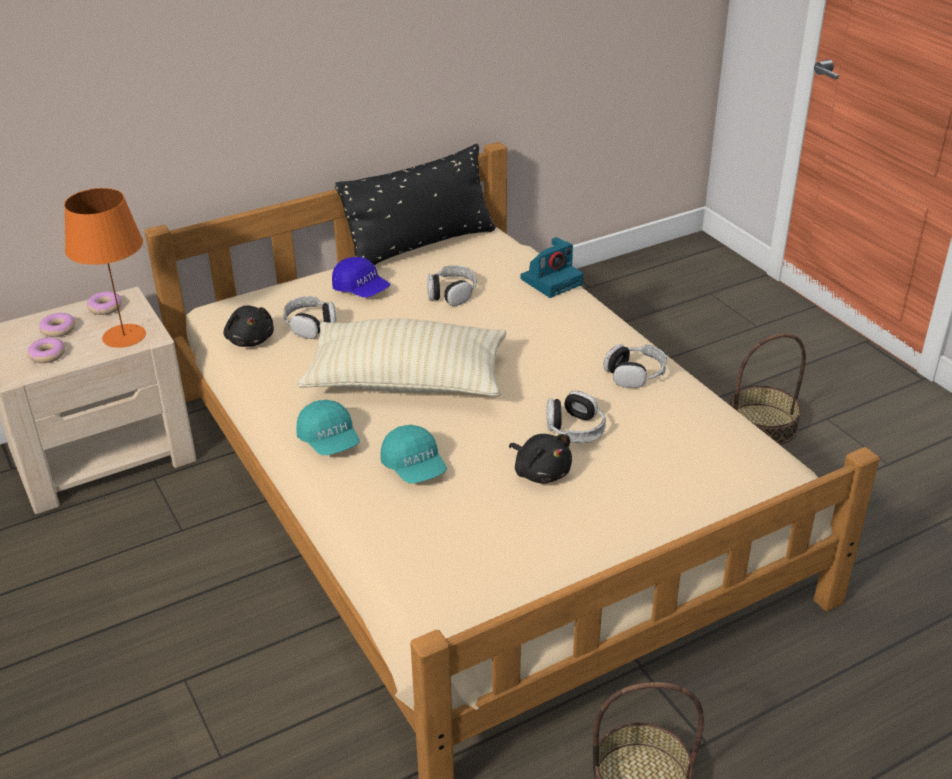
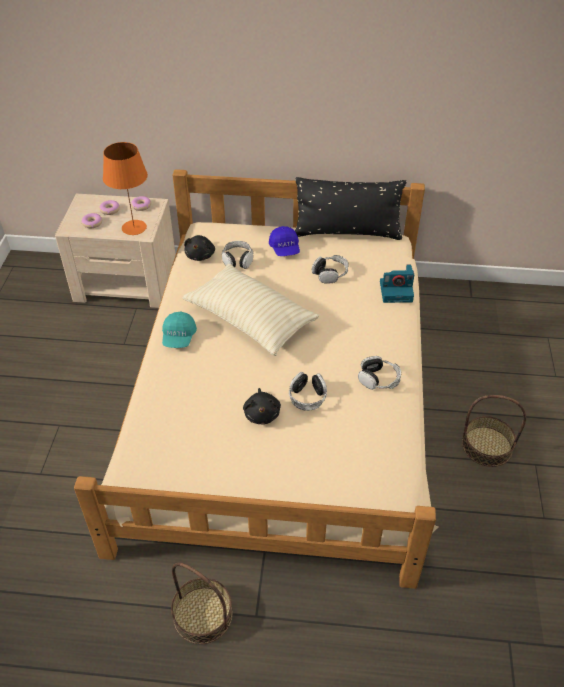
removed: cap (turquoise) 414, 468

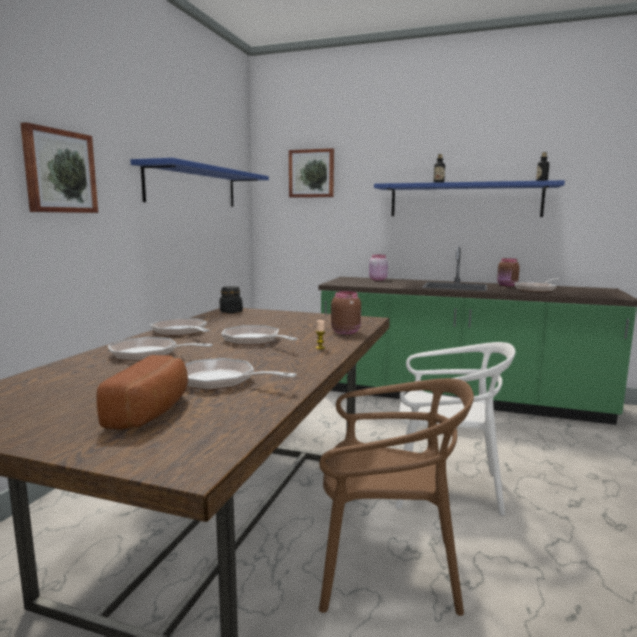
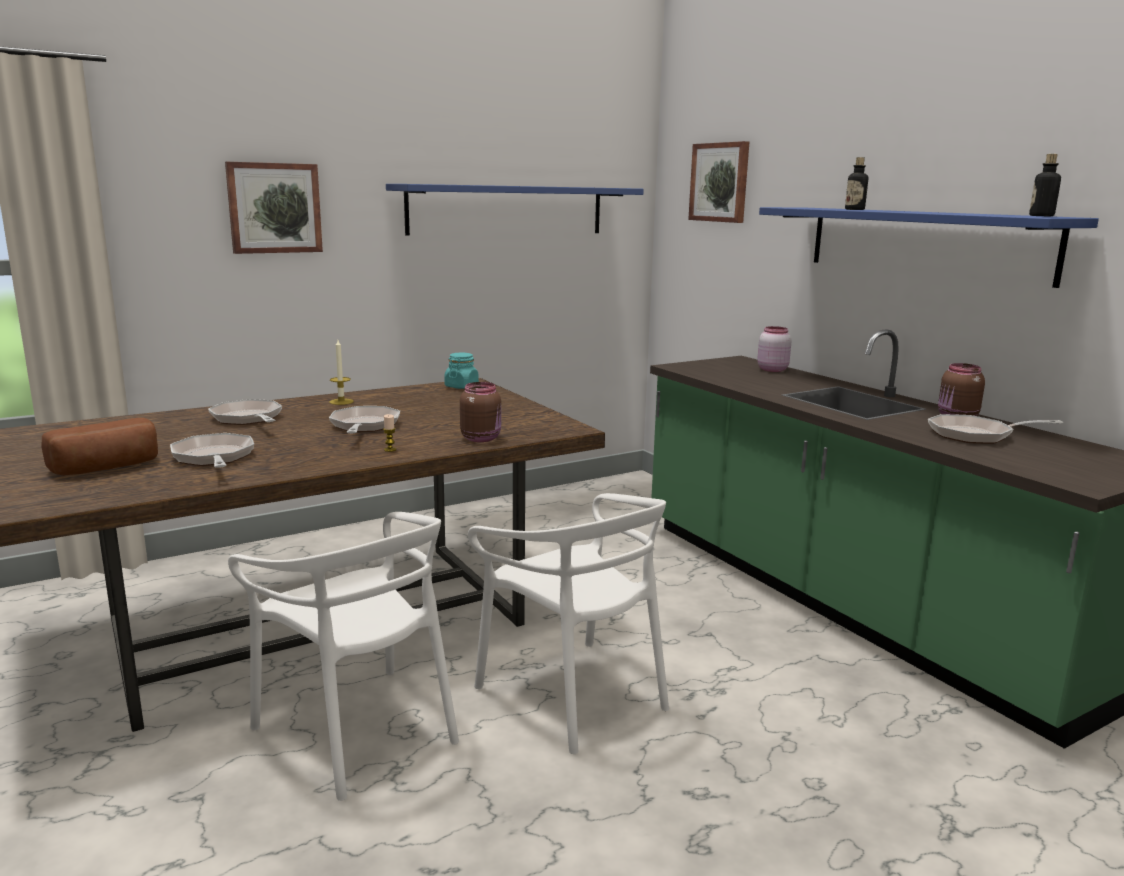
replaced: frying pan 181, 332 to candle 341, 402
recoloured: jar (black) 231, 312 to jar (turquoise) 461, 386; chair (brown) 387, 569 to chair (white) 359, 730

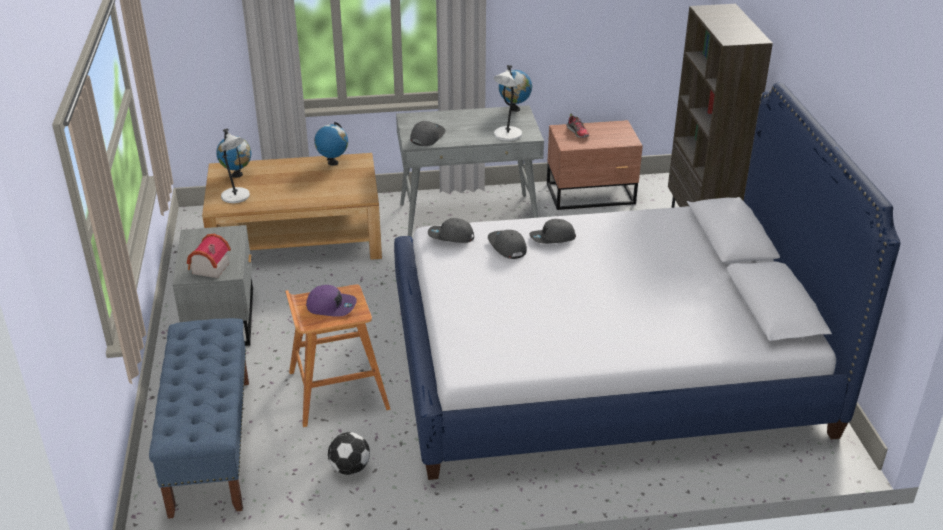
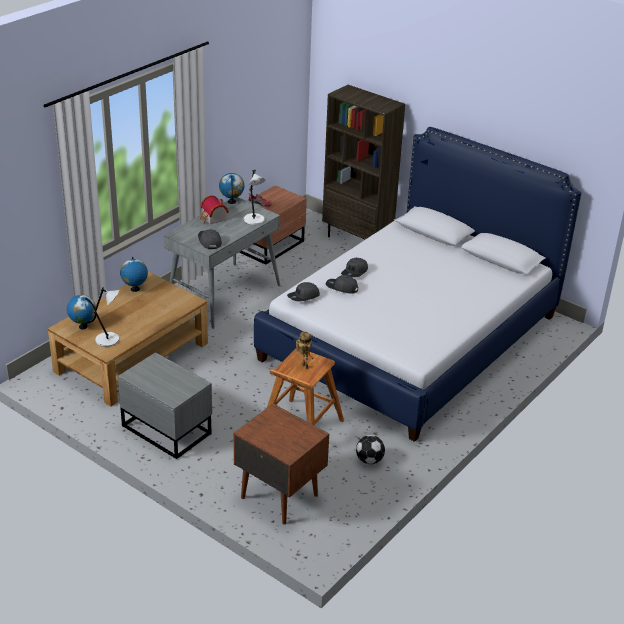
moved: toy house 208, 268 to 213, 219
replaced: bench (blue) 211, 444 to nightstand (brown) 279, 495; cap (purple) 331, 306 to toy robot 303, 366

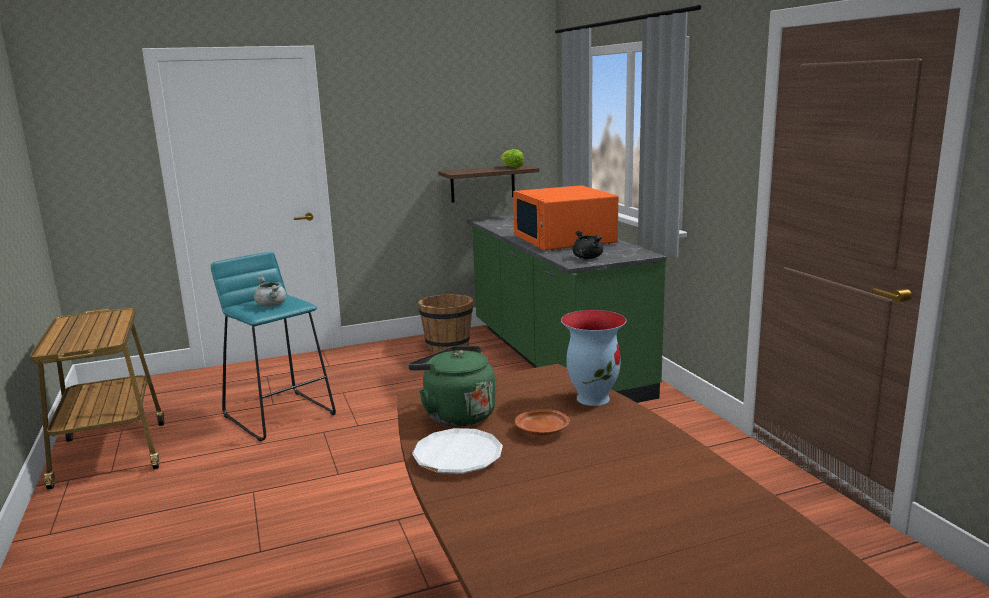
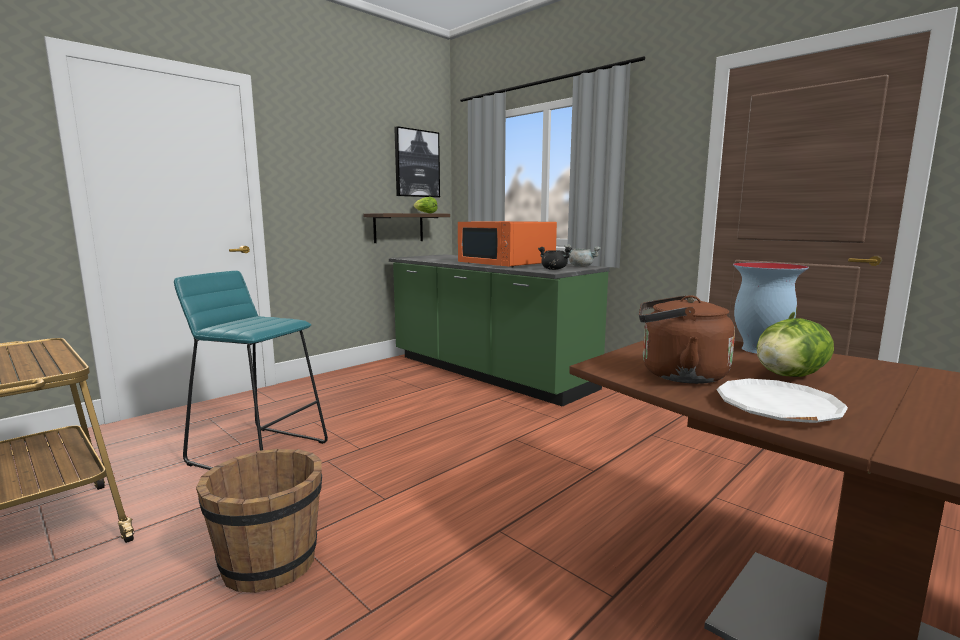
added: picture 416, 163
moved: cooking pot (grey) 272, 305 to 581, 266; bucket (brown) 448, 346 to 270, 562
replaced: plate (brown) 543, 431 to lettuce 788, 376
recoloured: kettle (green) 456, 414 to kettle (brown) 677, 375

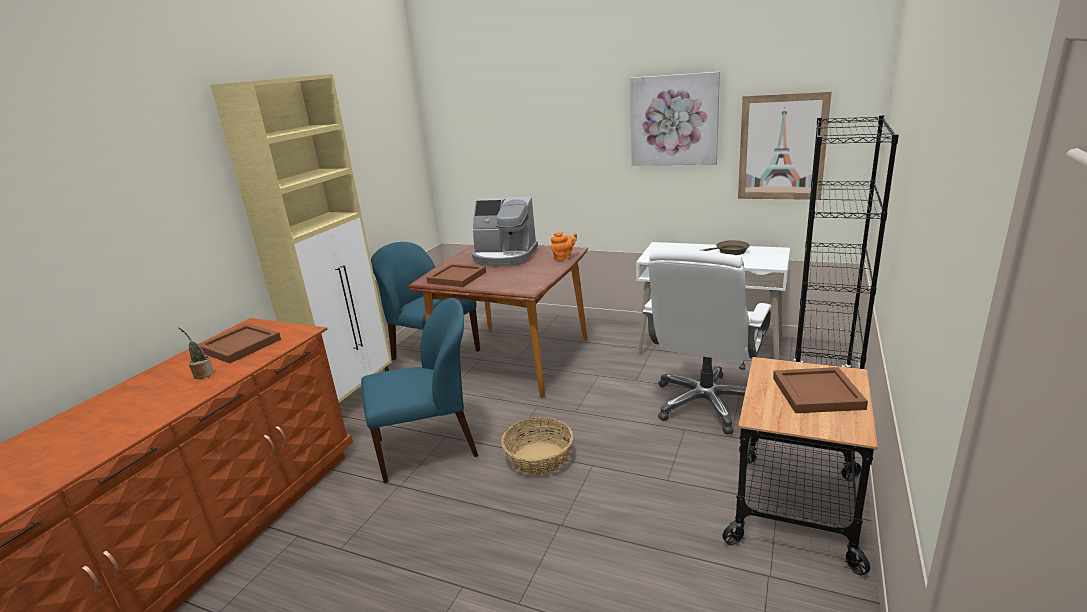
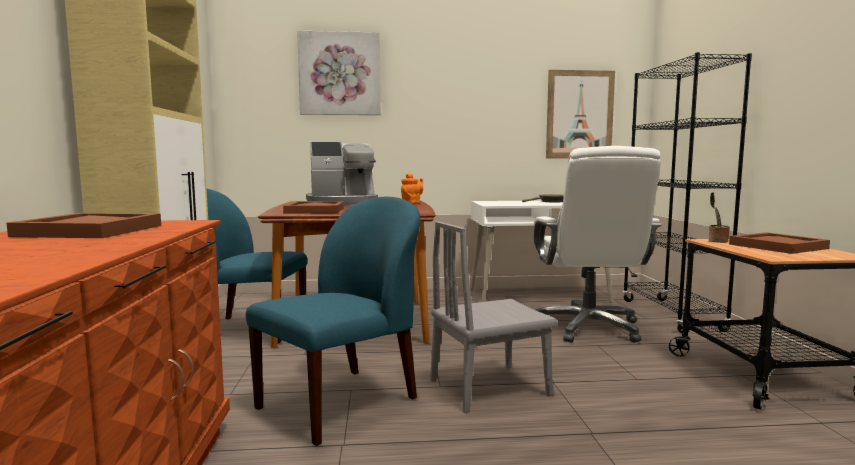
moved: potted plant 202, 374 to 717, 241; picture 674, 120 to 340, 74
replaced: basket 538, 458 to chair (grey) 489, 387

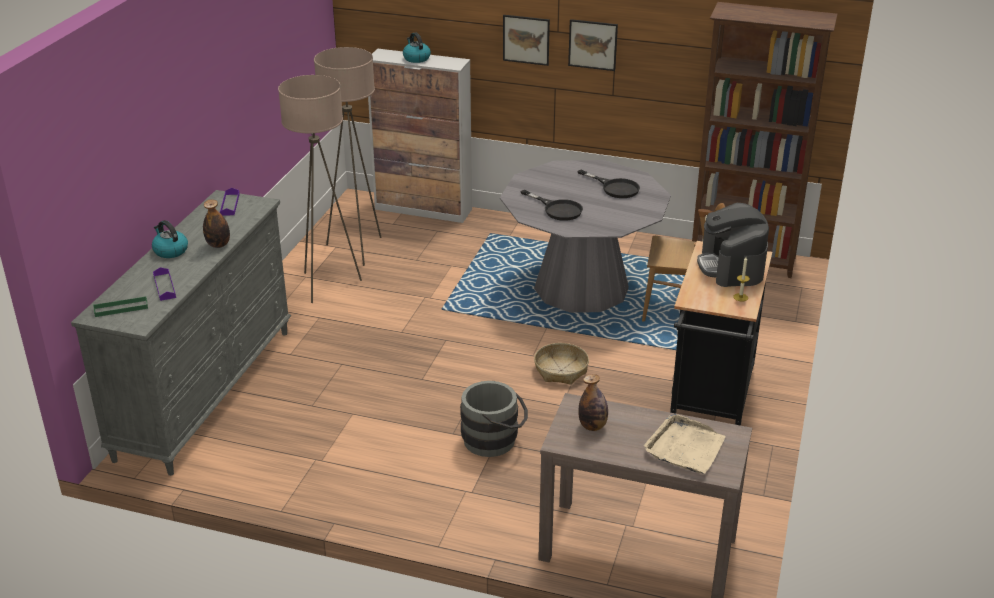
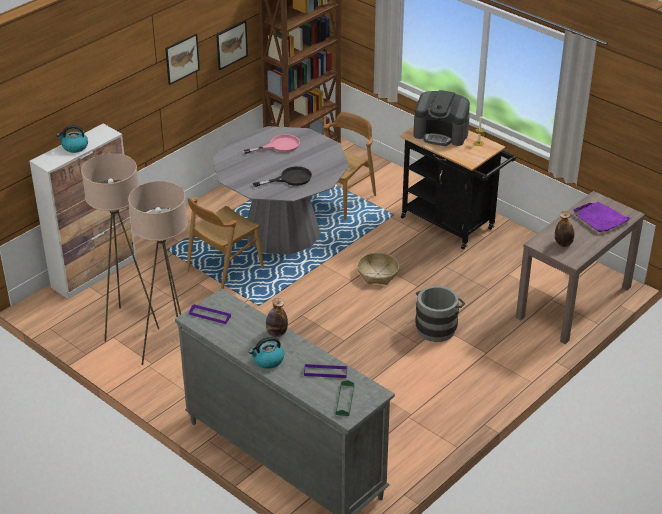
added: chair (brown) 224, 269
moved: picture 526, 39 to 231, 45
recoloured: frying pan (black) 615, 188 to frying pan (pink) 279, 146; tray (beige) 685, 447 to tray (purple) 600, 218

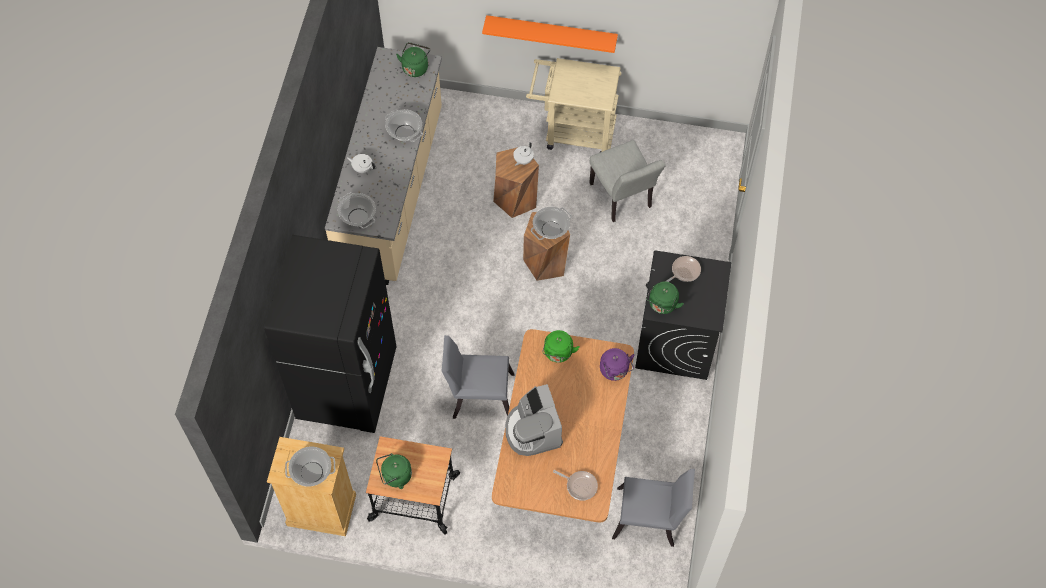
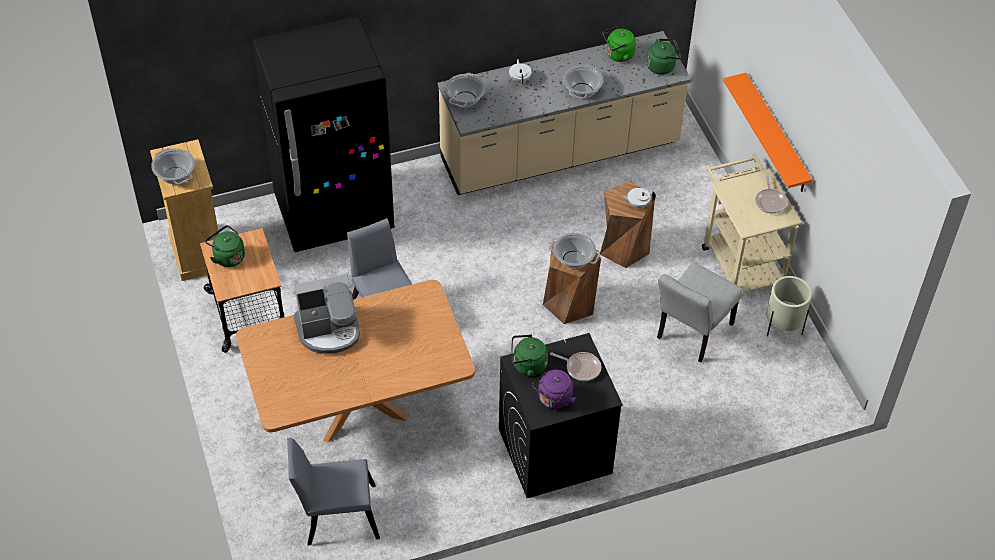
added: planter (beige) 783, 327
moved: kettle (green) 558, 353 to 618, 55; frying pan 580, 485 to 770, 201; kettle (purple) 615, 371 to 553, 399
turned: coffee machine 533, 430 = 329, 330 150 degrees counterclockwise; chair (grey) 650, 518 = 335, 514 105 degrees clockwise

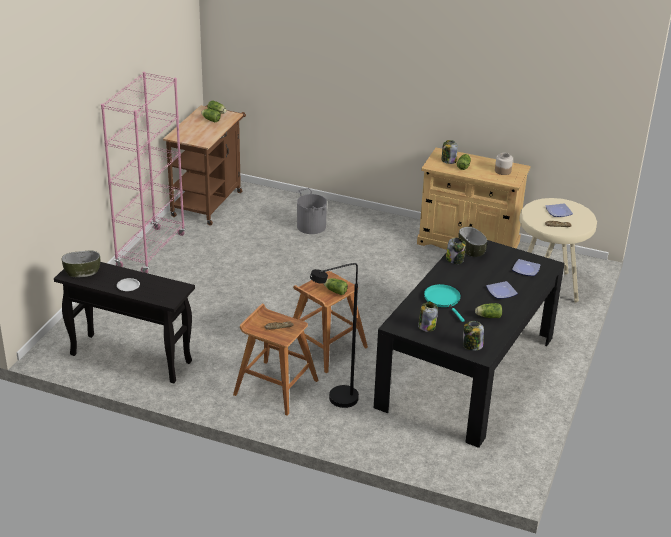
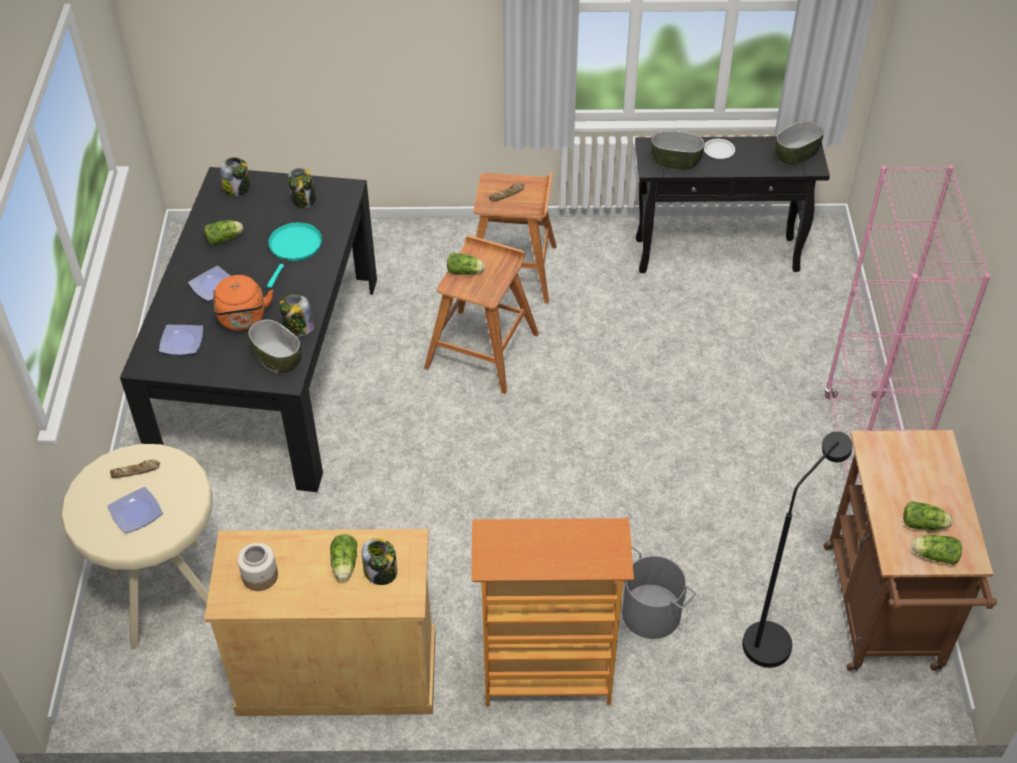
added: kettle (orange) 243, 320; bookcase 547, 679; bowl 675, 161
moved: floor lamp (black) 336, 401 to 773, 635
turned: frying pan (turquoise) 443, 300 = 294, 248 120 degrees counterclockwise

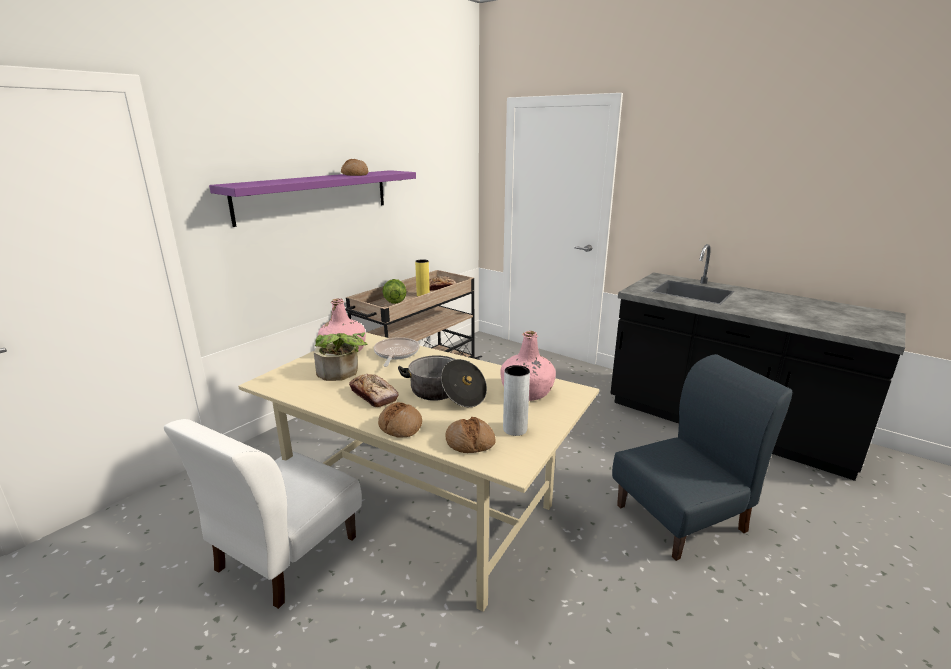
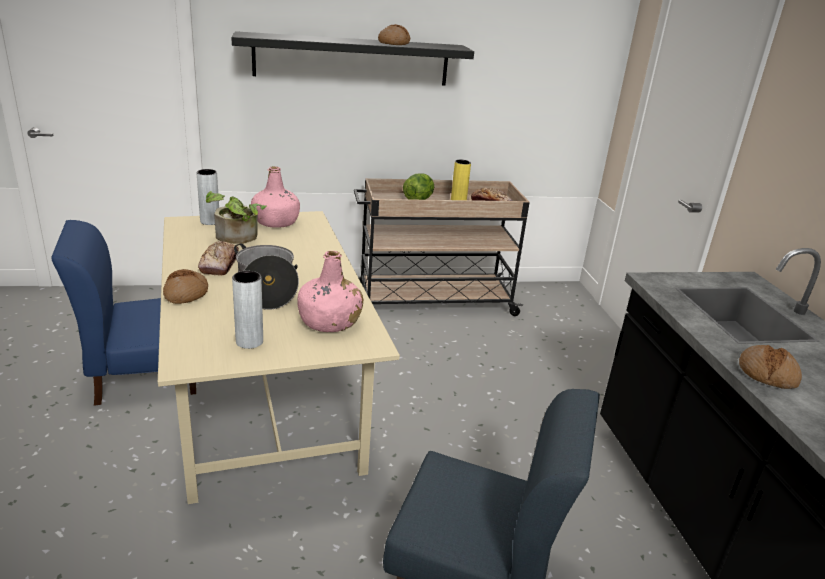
removed: frying pan 395, 353
added: vase (grey) 210, 221
moved: bread 470, 442 to 767, 374
recoloured: chair (white) 286, 553 to chair (blue) 145, 375; shelf (purple) 315, 195 to shelf (black) 352, 59

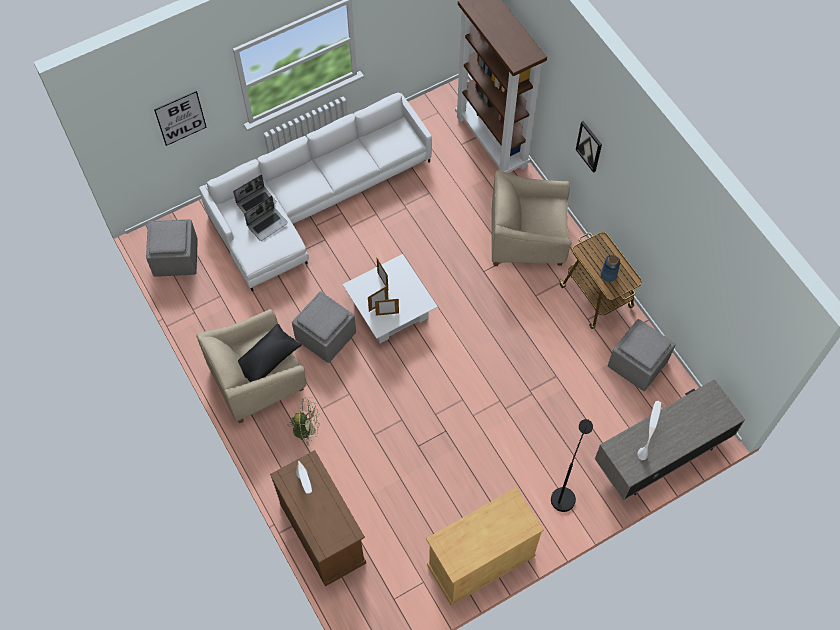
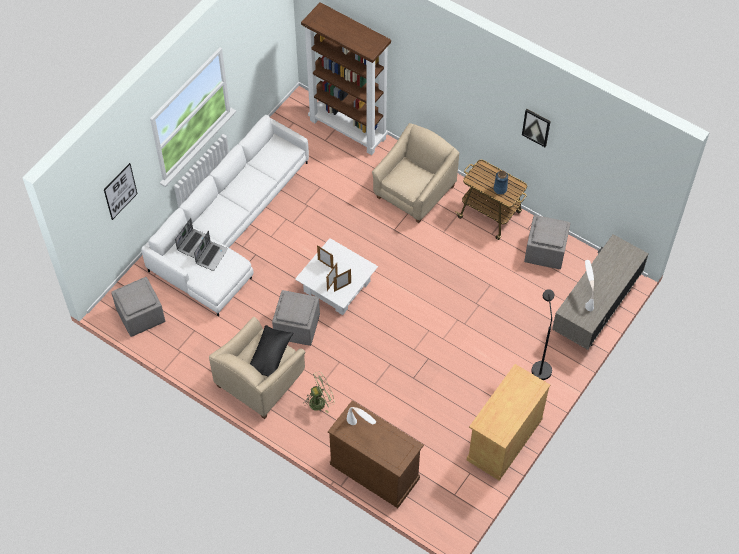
moved: picture 589, 146 to 536, 127
turned: armchair (beige) 527, 238 = 414, 192 150 degrees clockwise

